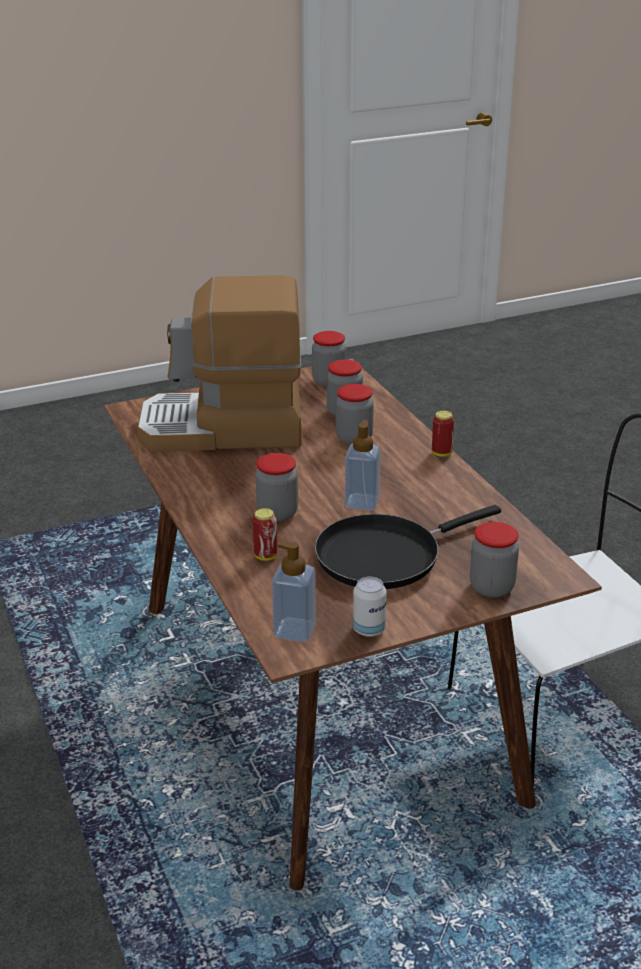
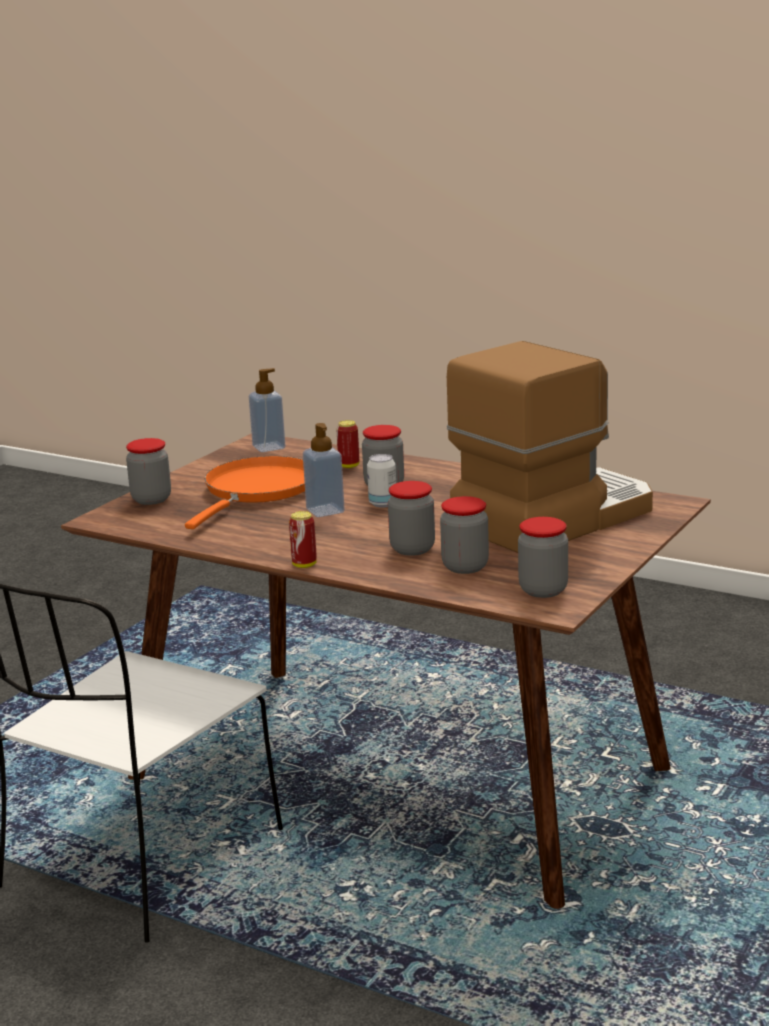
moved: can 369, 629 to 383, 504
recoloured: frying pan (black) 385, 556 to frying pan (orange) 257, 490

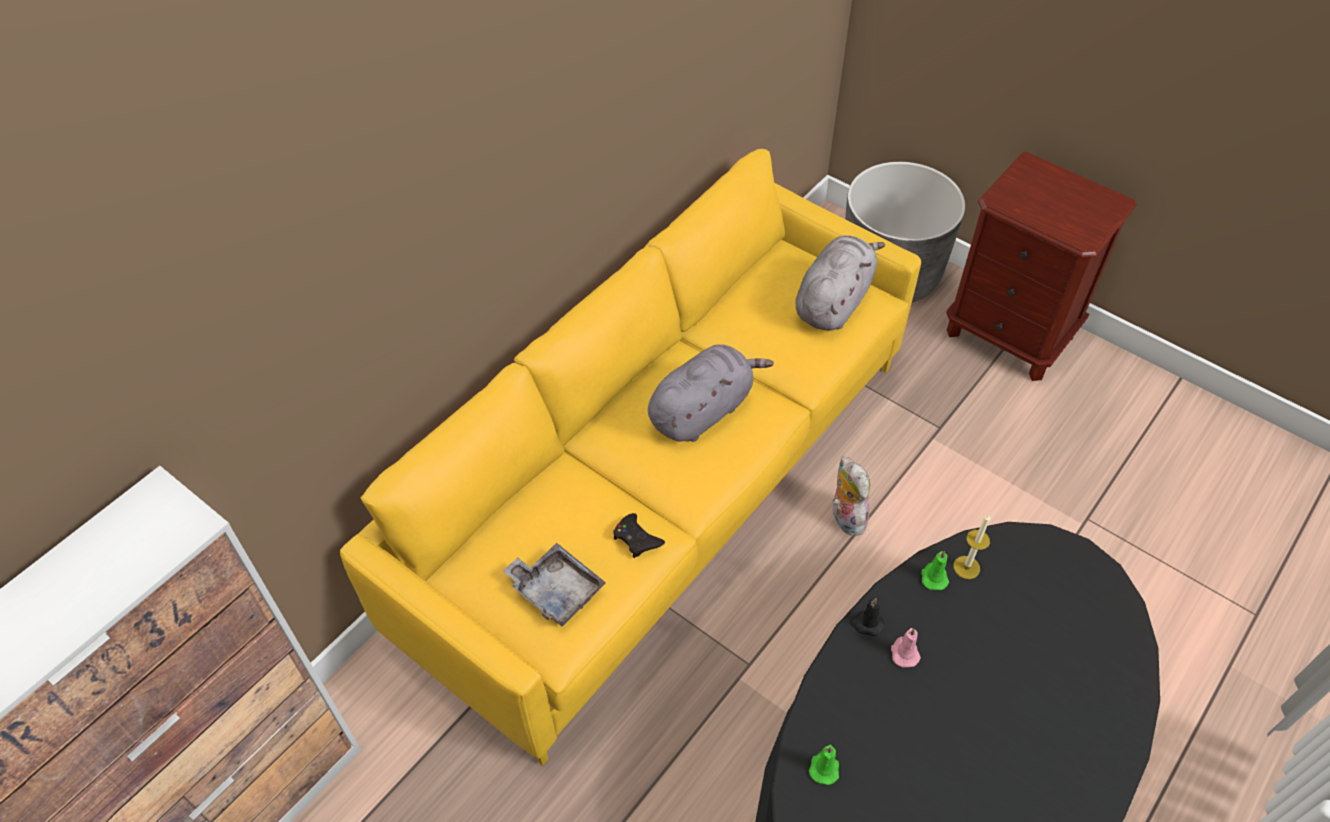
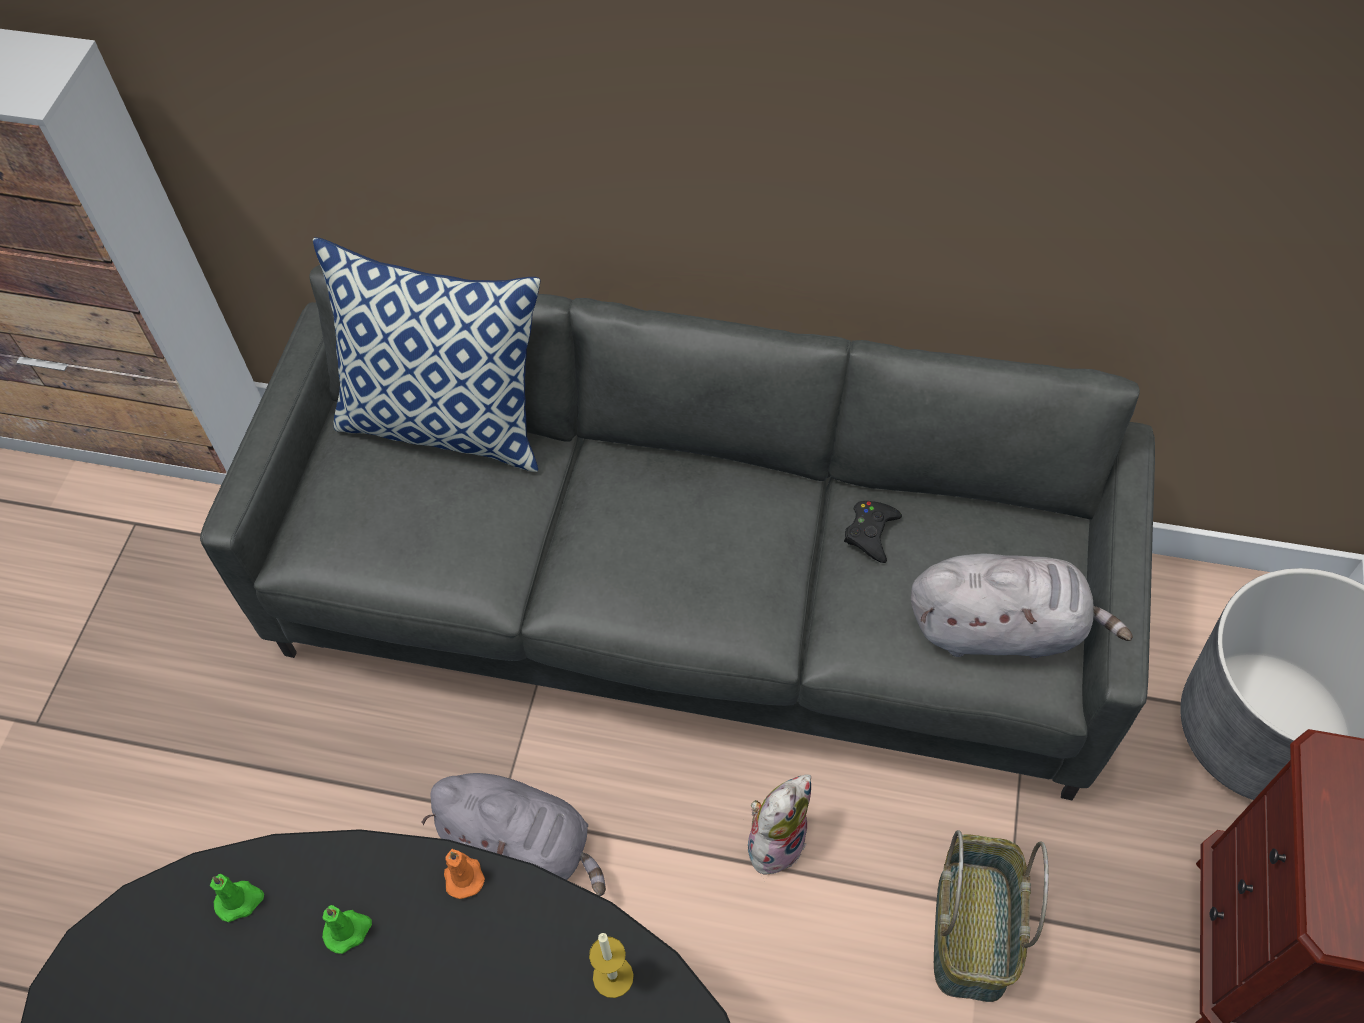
removed: tray (grey) 556, 590; candle (pink) 904, 652
added: pillow 448, 423; basket 974, 932
moved: game controller (black) 636, 539 to 871, 533; plush toy (grey) 703, 410 to 522, 844; candle (green) 933, 576 to 348, 930
recoloured: sofa (yellow) 664, 495 to sofa (grey) 689, 613; candle (black) 866, 623 to candle (orange) 463, 875

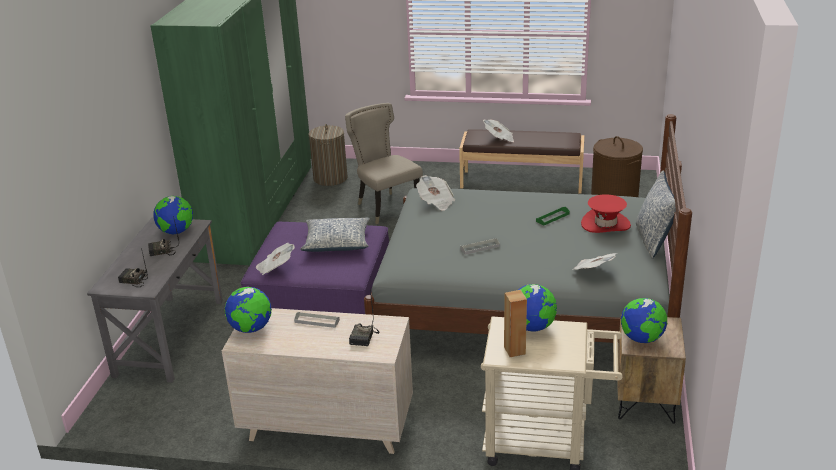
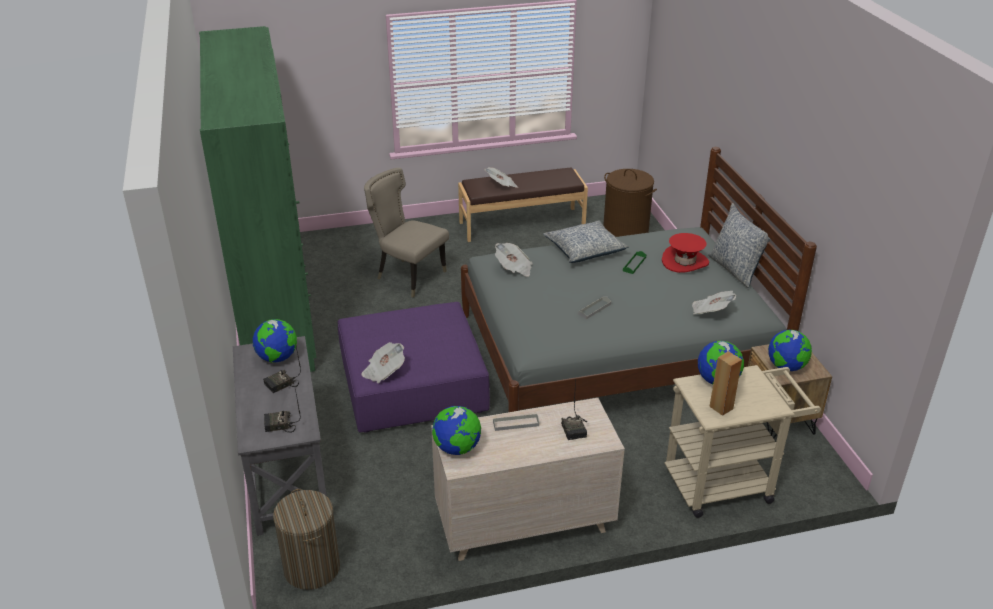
moved: pillow 337, 243 to 585, 250; laundry basket 330, 178 to 312, 568

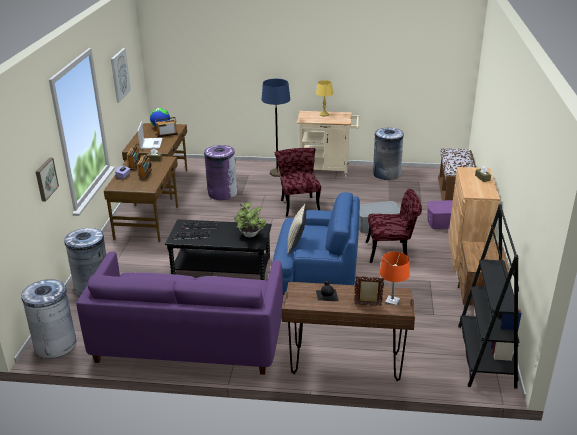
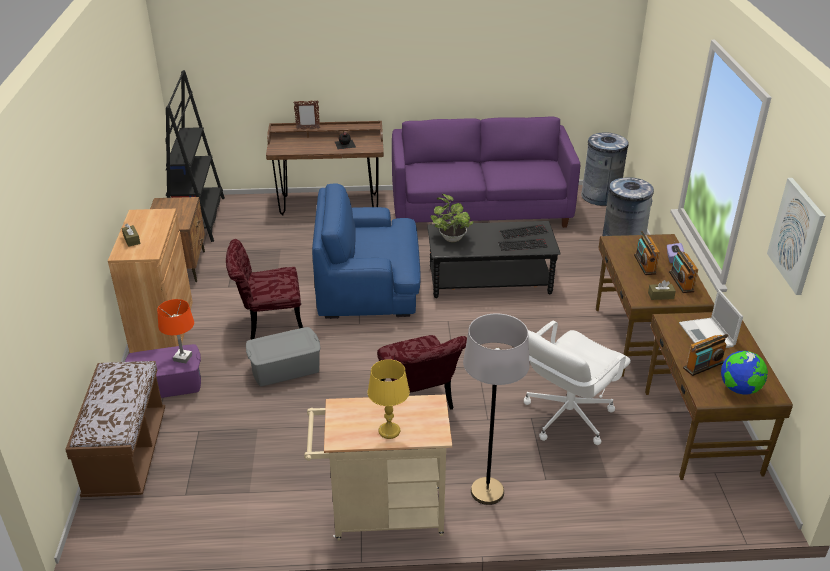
removed: picture 45, 179; pillow (beige) 296, 244; trash can (grey) 386, 174
moved: table lamp (orange) 392, 303 to 182, 358
replaced: trash can (purple) 222, 193 to office chair (white) 566, 416
recoloured: floor lamp (blue) 277, 173 to floor lamp (grey) 487, 492

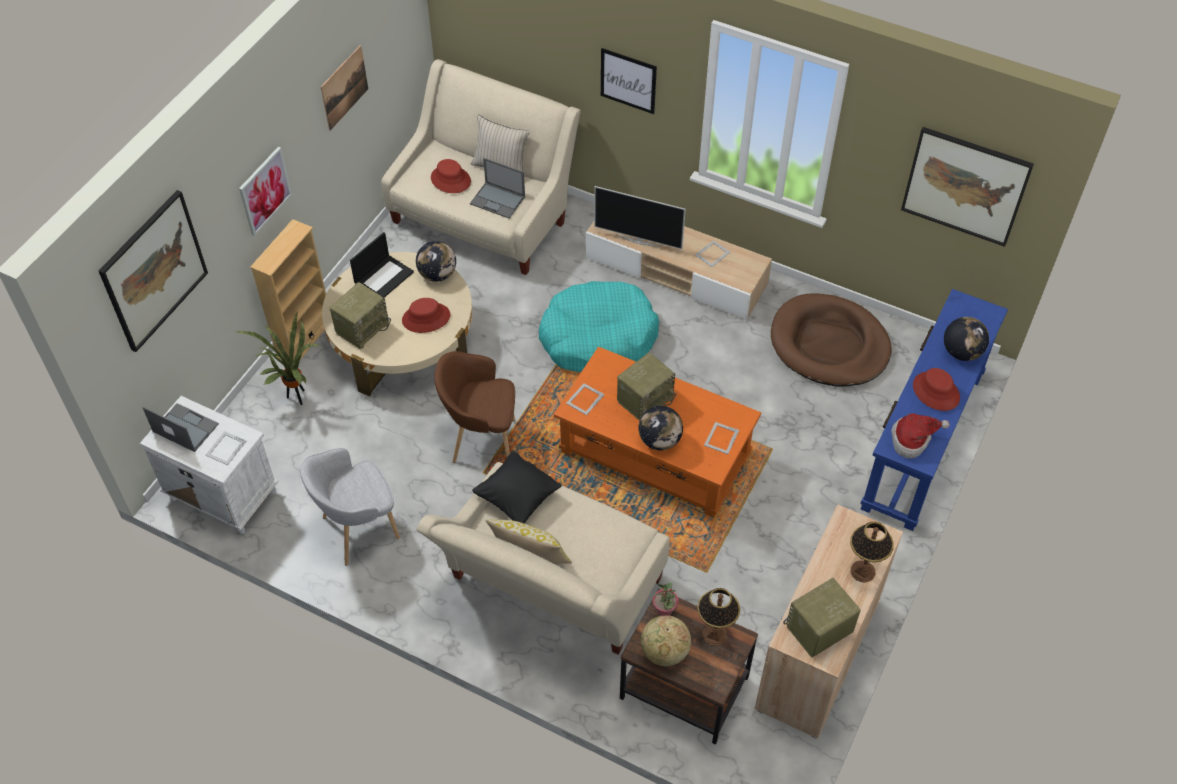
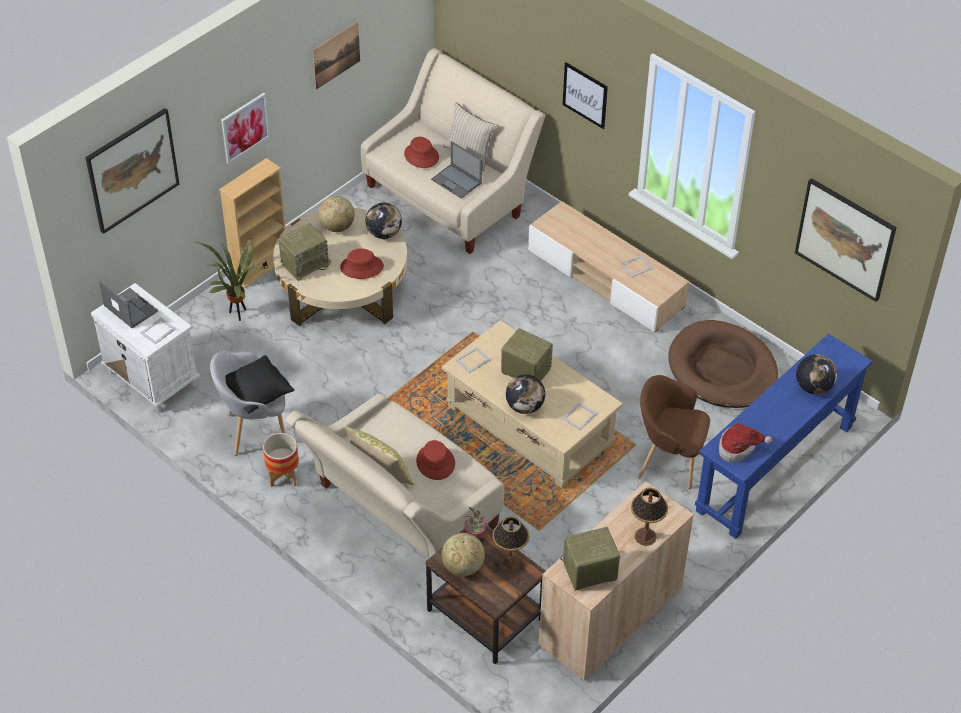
removed: dog bed (turquoise) 597, 337; television 639, 240
added: planter 283, 476
moved: armchair (brown) 480, 438 to 668, 462; pillow (black) 517, 498 to 258, 394; hat (red) 935, 392 to 435, 462
replaced: laptop 384, 277 to globe 337, 226
recoloured: coffee table (orange) 654, 452 to coffee table (beige) 529, 424
turned: radio 645, 399 = 525, 371 120 degrees counterclockwise

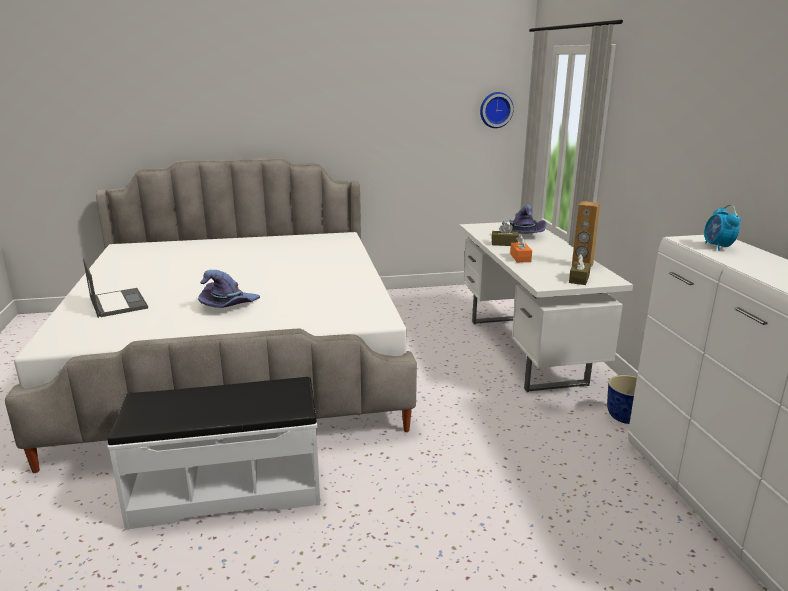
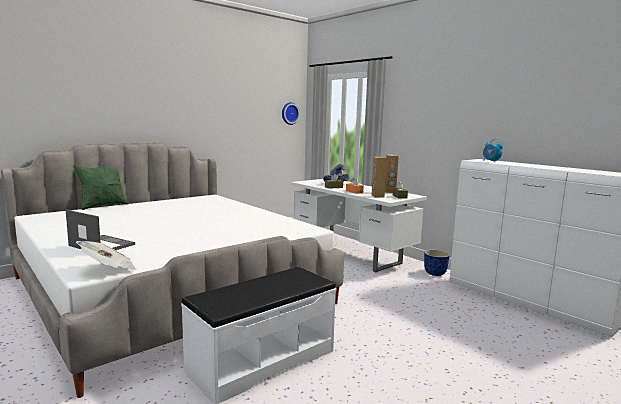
removed: hat (purple) 228, 305
added: pillow (green) 103, 206; newspaper 109, 269; speaker (brown) 377, 196

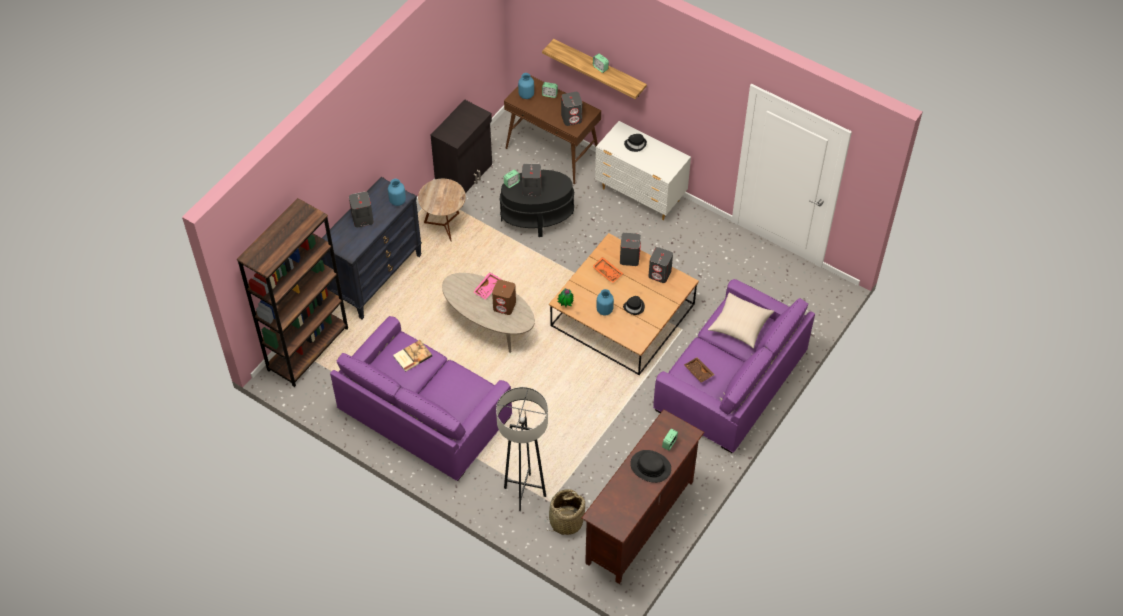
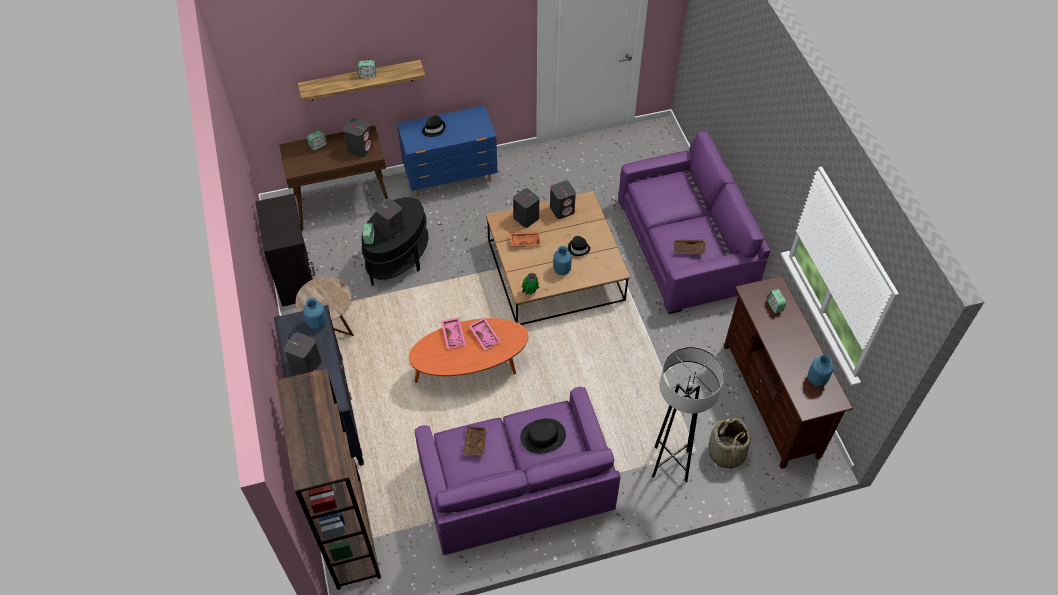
removed: pillow (beige) 740, 325
moved: vase (blue) 526, 95 to 816, 379; hat (black) 650, 467 to 543, 436
replaced: book 412, 356 to tray (brown) 474, 443; speaker (brown) 504, 306 to tray (pink) 485, 336
recoloured: coffee table (beige) 489, 324 to coffee table (orange) 470, 369; dresser (white) 641, 195 to dresser (blue) 451, 178

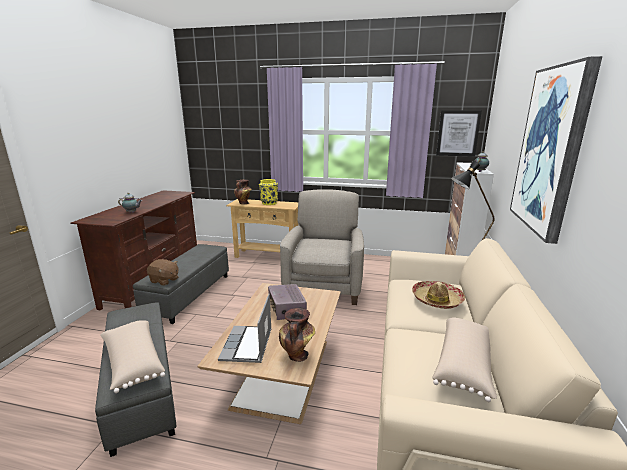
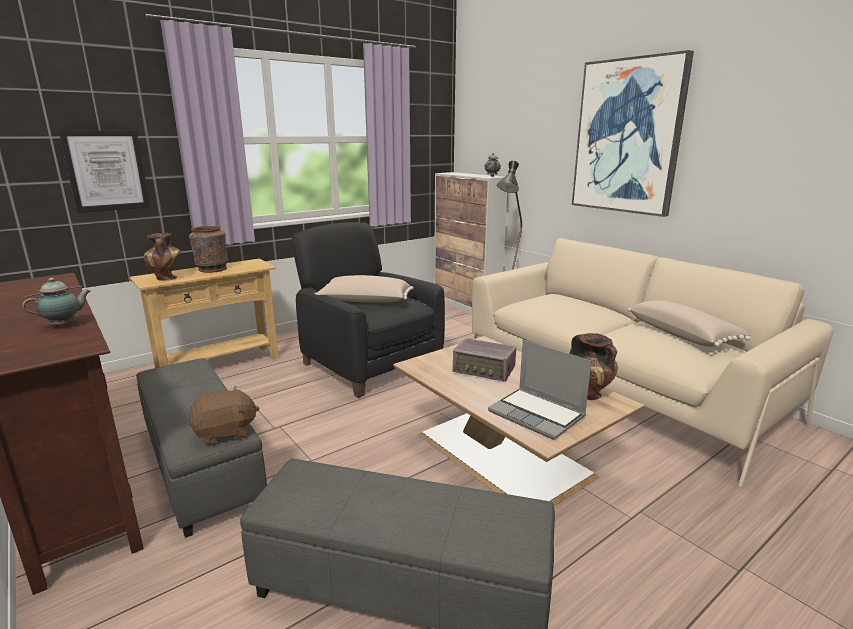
removed: hat 437, 300
moved: pillow (beige) 133, 363 to 365, 302; picture 458, 133 to 106, 171
recoloured: vase (yellow) 269, 203 to vase (brown) 212, 269; armchair (beige) 324, 285 to armchair (black) 370, 364

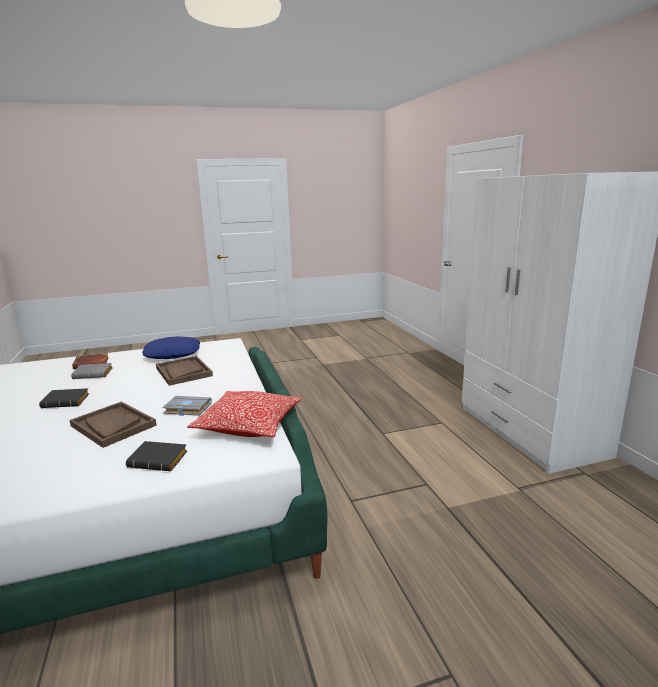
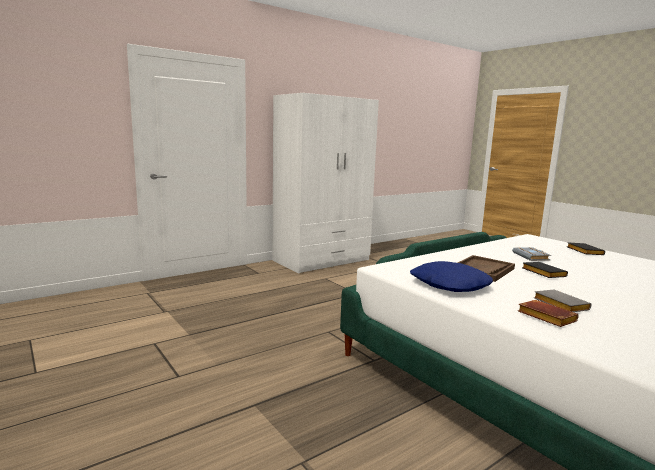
removed: tray (brown) 113, 425; pillow 249, 426
moved: book (black) 67, 401 to 542, 273

